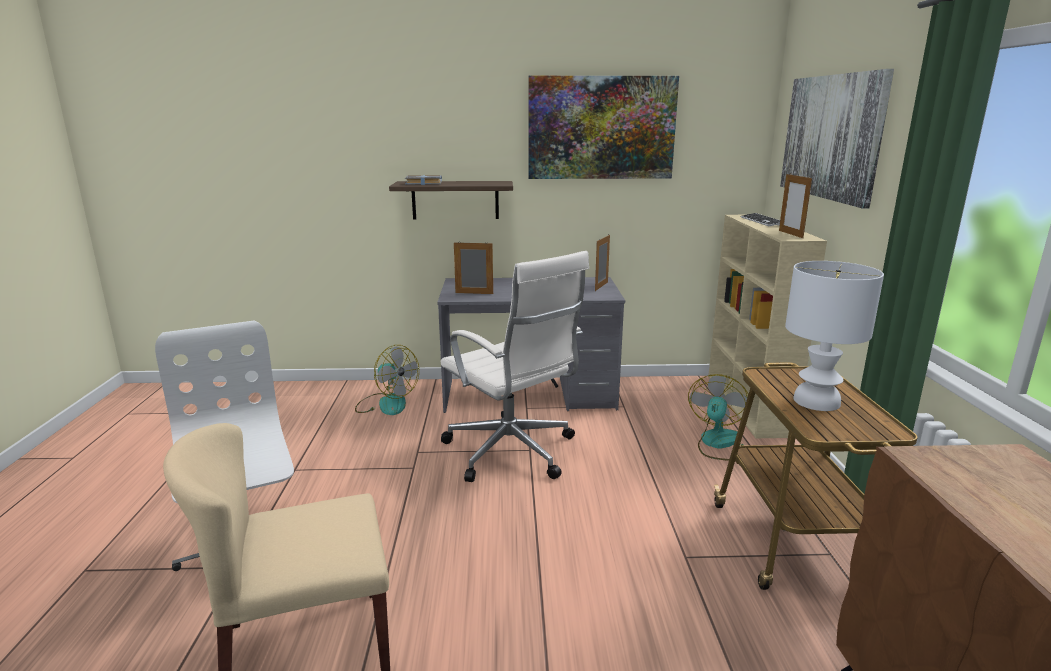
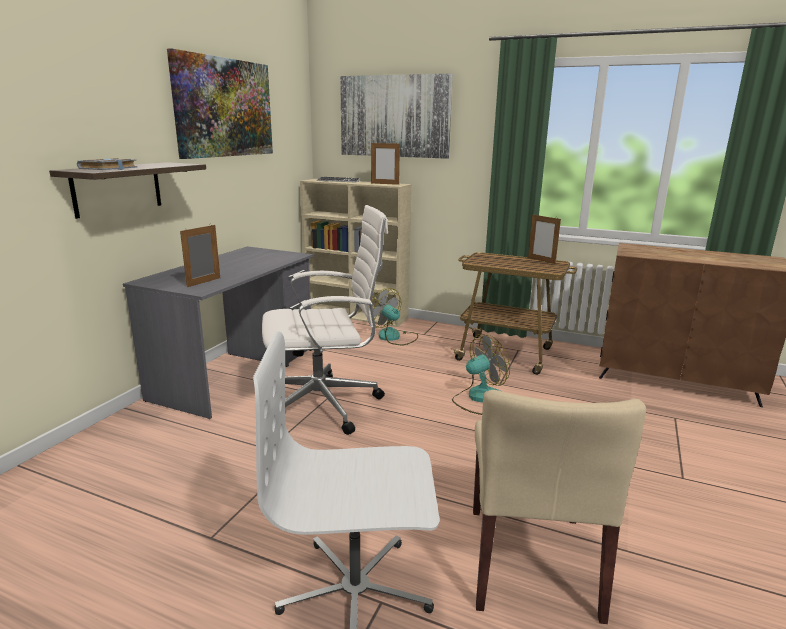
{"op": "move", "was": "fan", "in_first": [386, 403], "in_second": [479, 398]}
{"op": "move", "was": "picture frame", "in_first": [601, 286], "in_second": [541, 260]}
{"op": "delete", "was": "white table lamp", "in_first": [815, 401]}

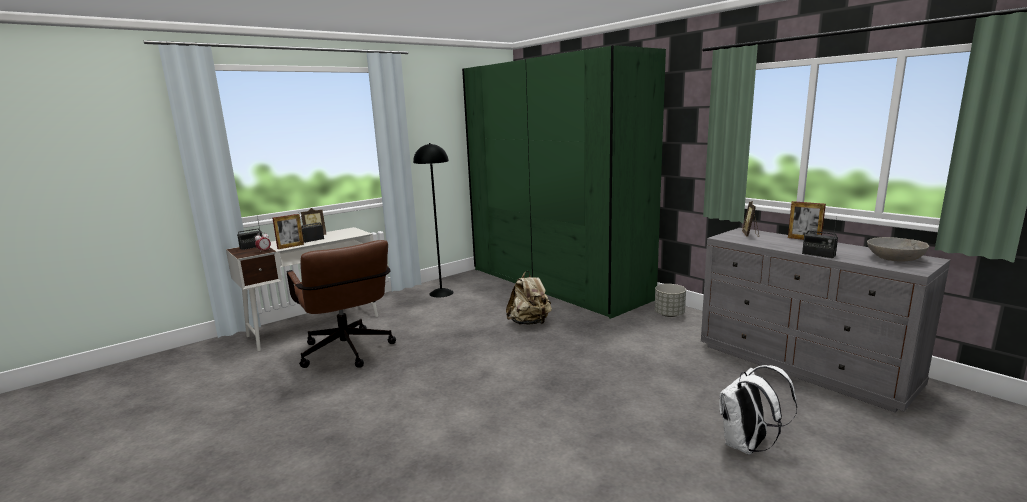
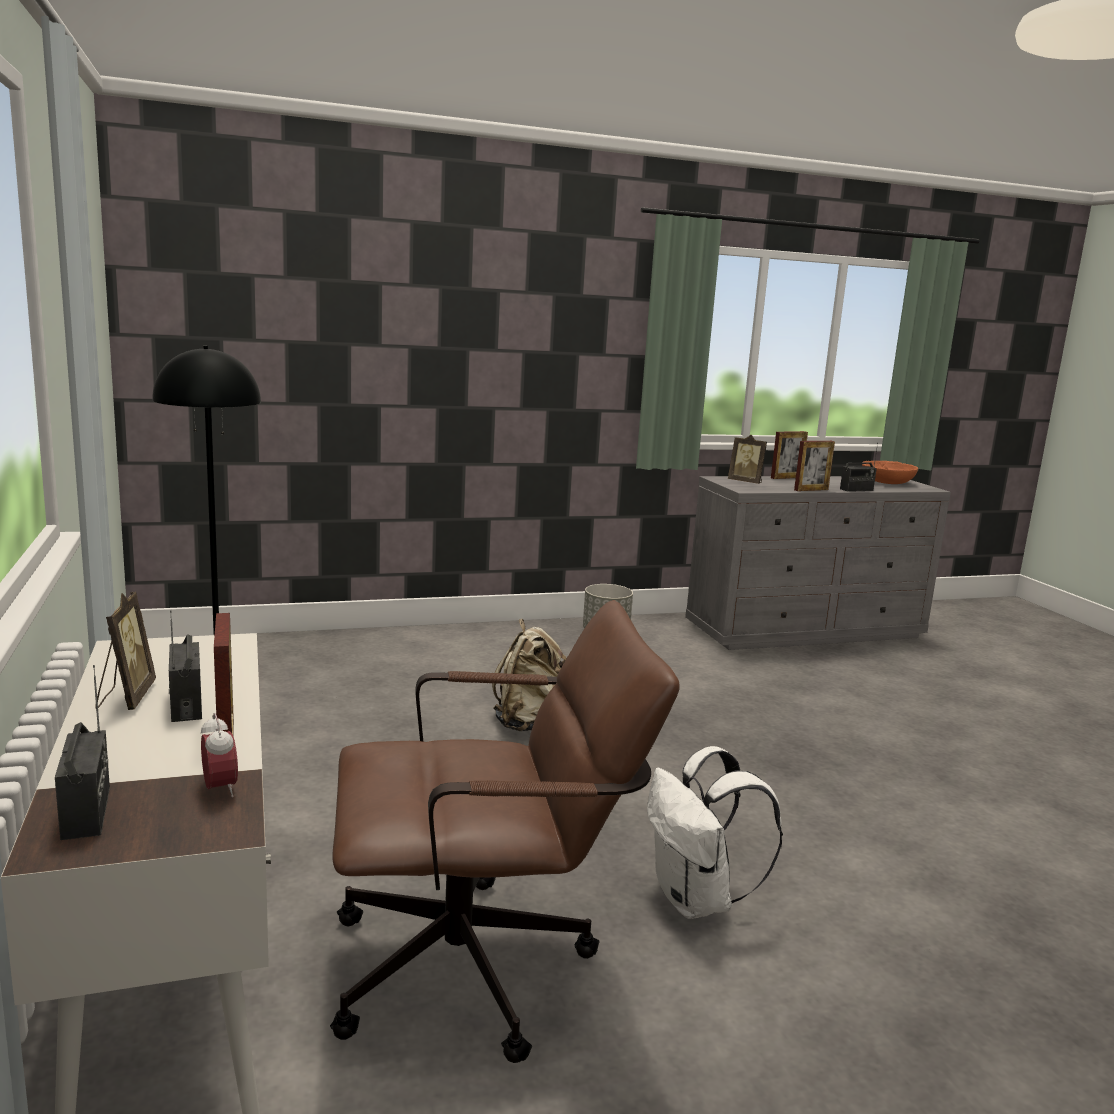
{"op": "move", "was": "white backpack", "in_first": [747, 446], "in_second": [697, 901]}
{"op": "insert", "now": "picture frame", "in_second": [811, 490]}
{"op": "recolor", "was": "grey bowl", "now": "orange bowl", "in_first": [894, 258], "in_second": [887, 482]}
{"op": "delete", "was": "green wardrobe", "in_first": [556, 283]}

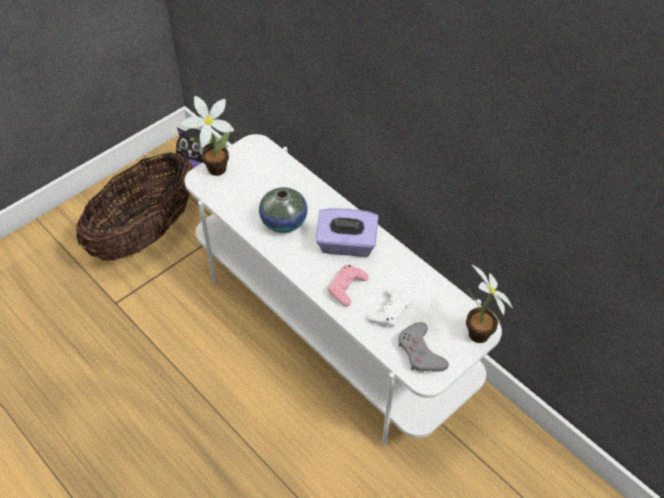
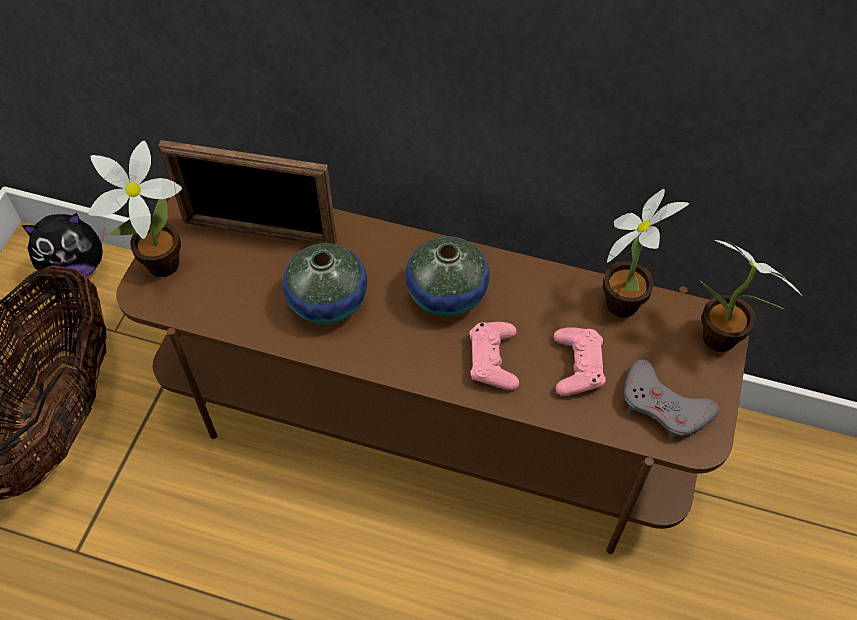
{"op": "recolor", "was": "white tv stand", "now": "brown tv stand", "in_first": [333, 325], "in_second": [430, 417]}
{"op": "insert", "now": "picture frame", "in_second": [259, 232]}
{"op": "replace", "was": "purple tissue box", "now": "vase", "in_first": [346, 245], "in_second": [447, 294]}
{"op": "recolor", "was": "white game controller", "now": "pink game controller", "in_first": [389, 311], "in_second": [577, 366]}
{"op": "insert", "now": "potted plant", "in_second": [625, 300]}

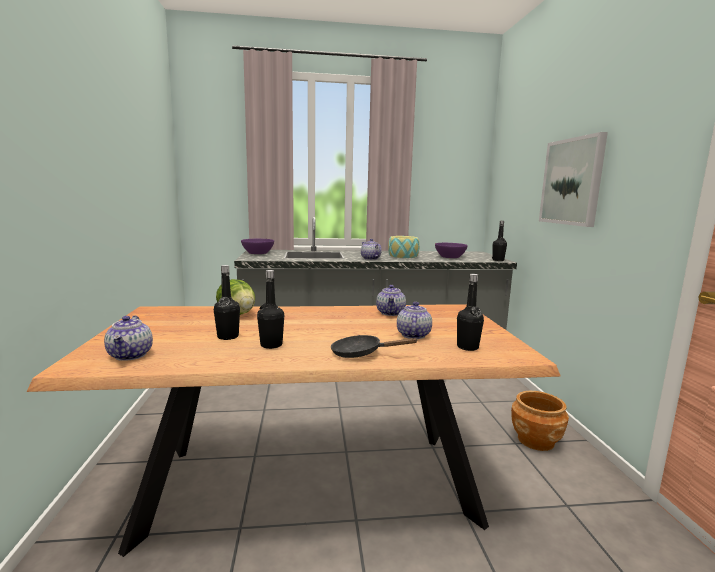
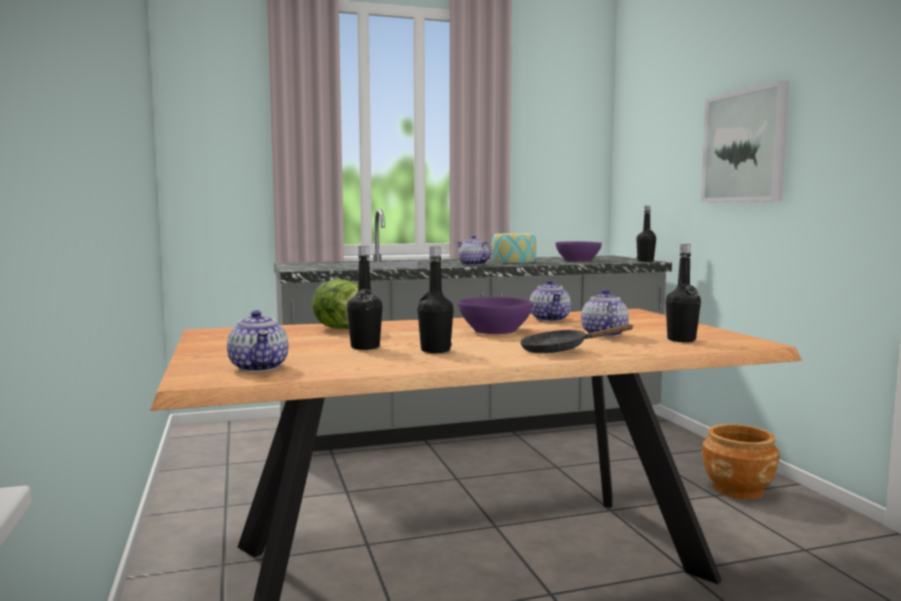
{"op": "move", "was": "purple bowl", "in_first": [258, 253], "in_second": [495, 330]}

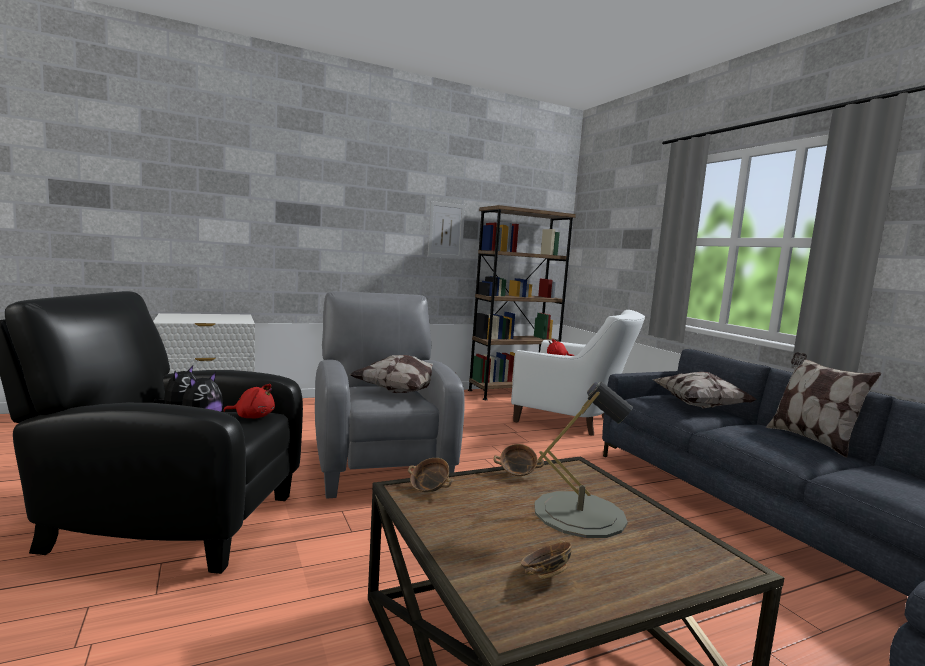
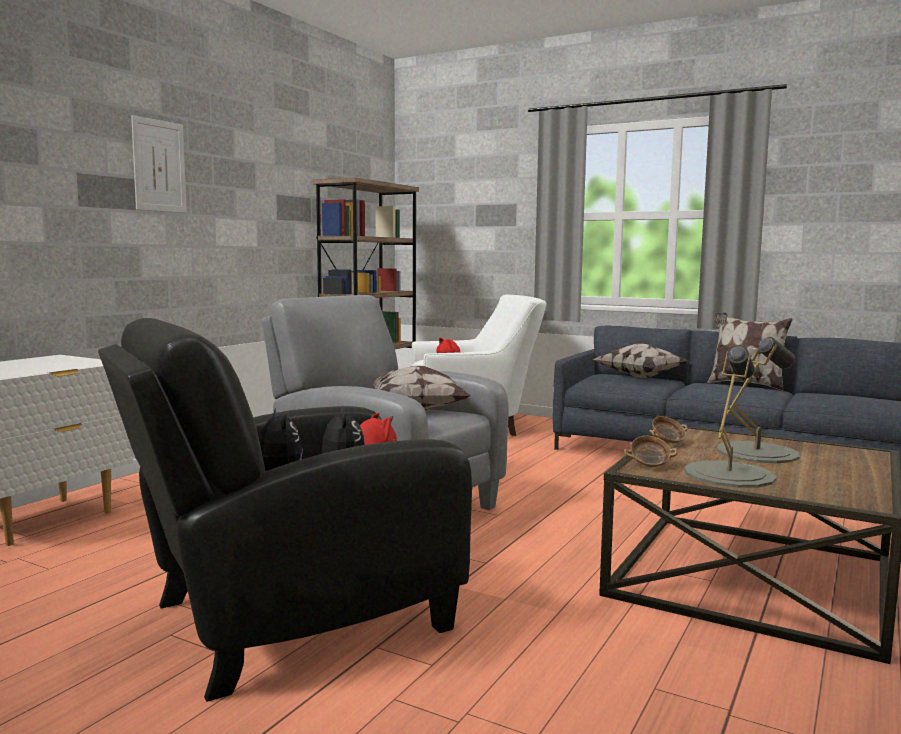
{"op": "move", "was": "picture", "in_first": [446, 230], "in_second": [159, 166]}
{"op": "insert", "now": "grey table lamp", "in_second": [728, 474]}
{"op": "delete", "was": "bowl", "in_first": [544, 575]}

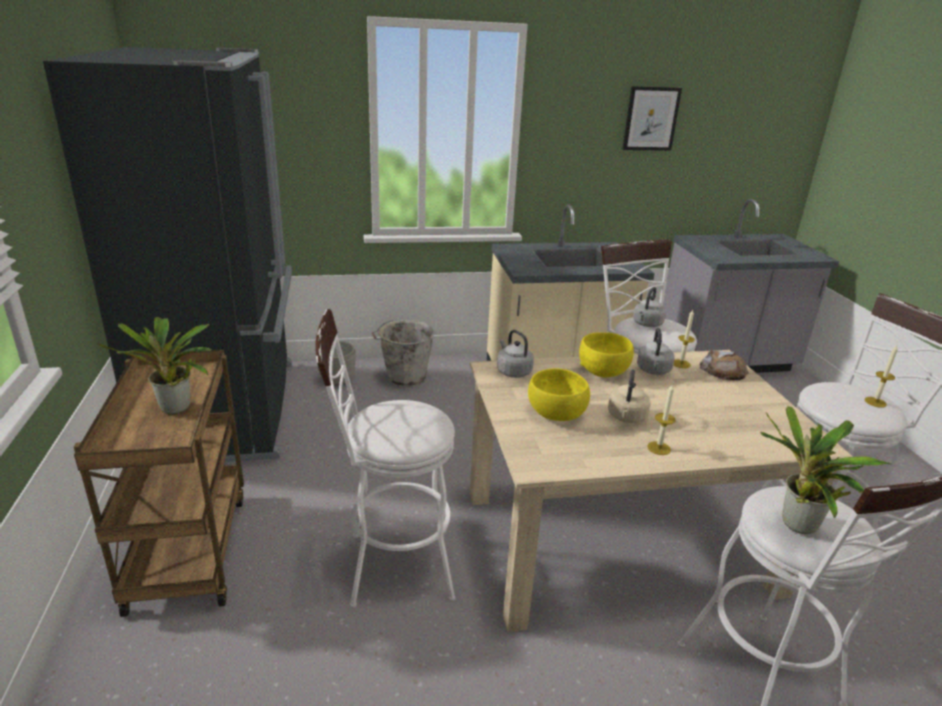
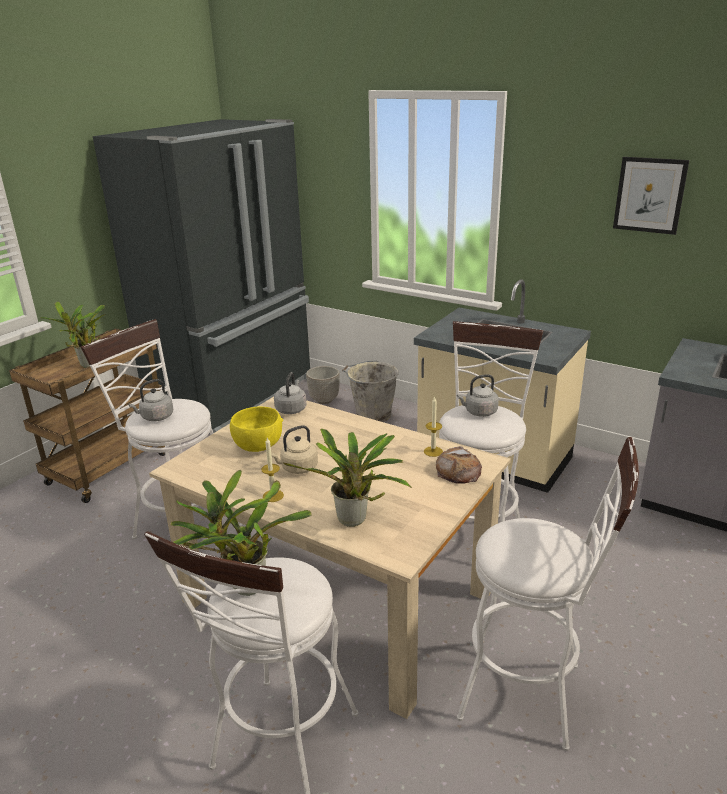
{"op": "move", "was": "grey kettle", "in_first": [653, 371], "in_second": [155, 417]}
{"op": "insert", "now": "potted plant", "in_second": [354, 522]}
{"op": "delete", "was": "yellow bowl", "in_first": [603, 371]}
{"op": "delete", "was": "candle", "in_first": [875, 402]}

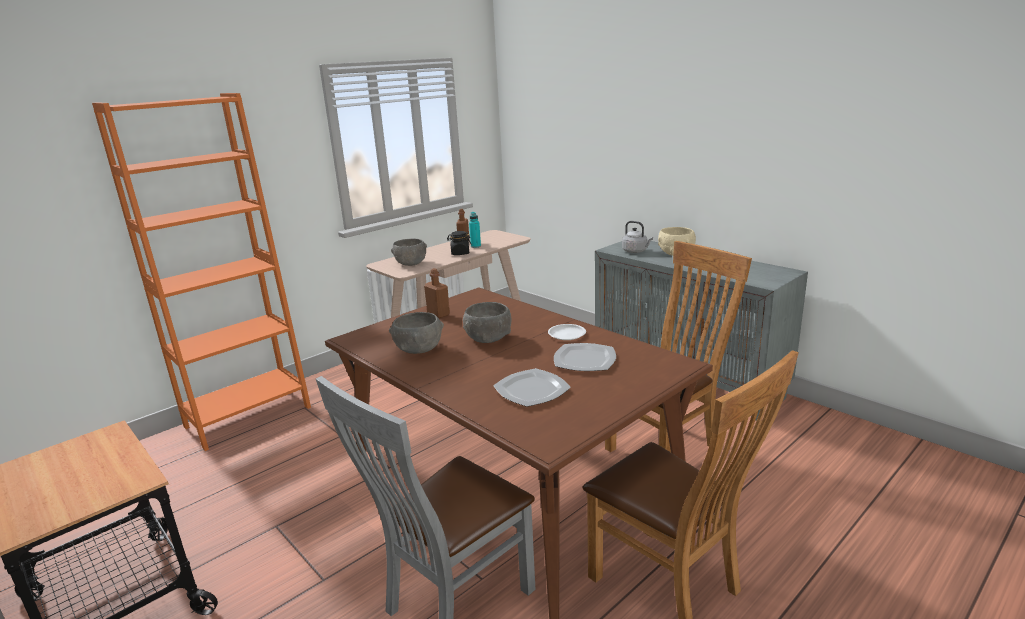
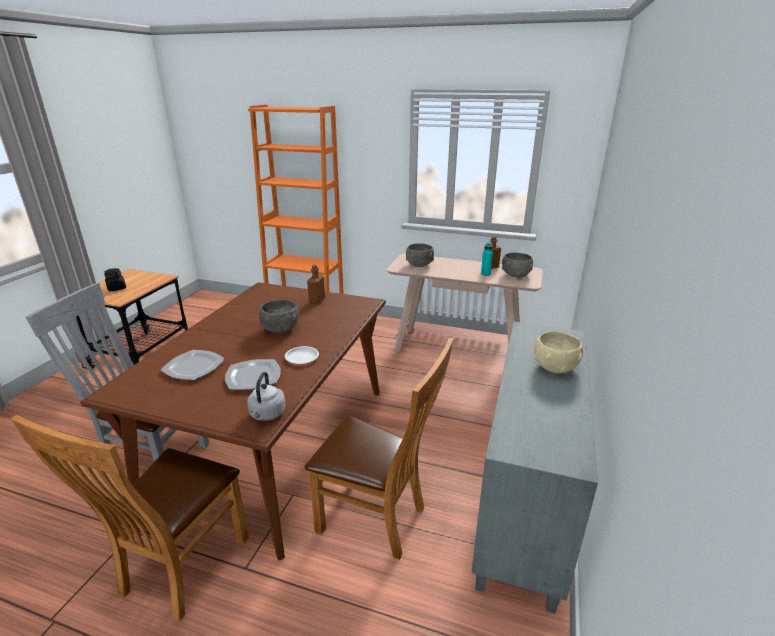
{"op": "move", "was": "black jar", "in_first": [460, 253], "in_second": [116, 288]}
{"op": "move", "was": "grey kettle", "in_first": [636, 251], "in_second": [267, 415]}
{"op": "move", "was": "grey bowl", "in_first": [418, 349], "in_second": [515, 274]}

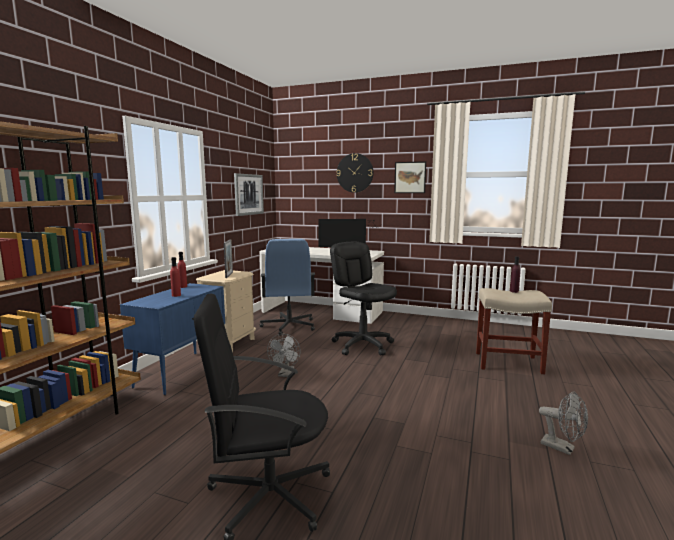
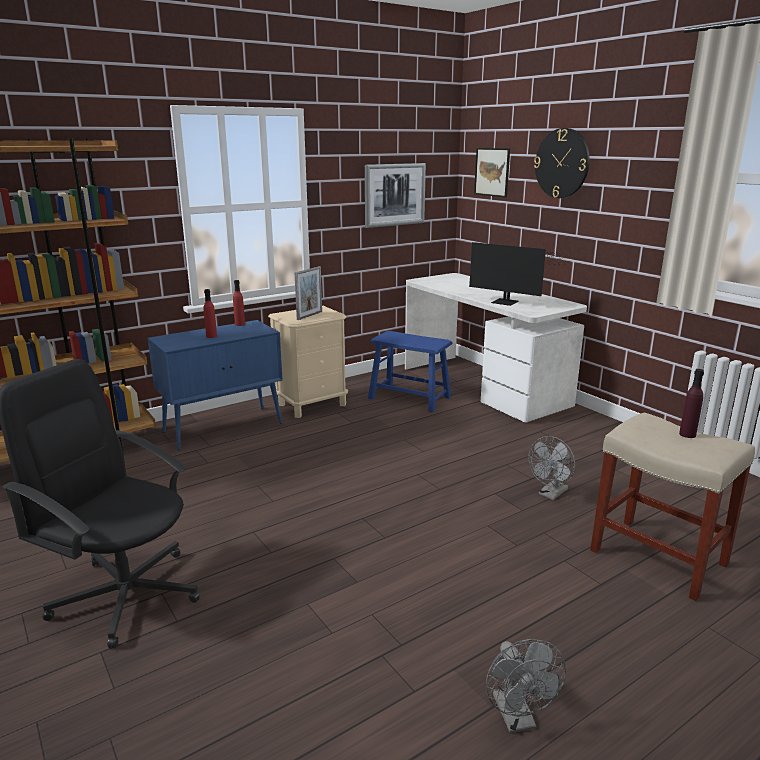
{"op": "replace", "was": "blue office chair", "now": "blue stool", "in_first": [289, 326], "in_second": [409, 397]}
{"op": "move", "was": "picture", "in_first": [410, 177], "in_second": [492, 172]}
{"op": "move", "was": "grey fan", "in_first": [285, 374], "in_second": [551, 494]}
{"op": "delete", "was": "black office chair", "in_first": [363, 345]}

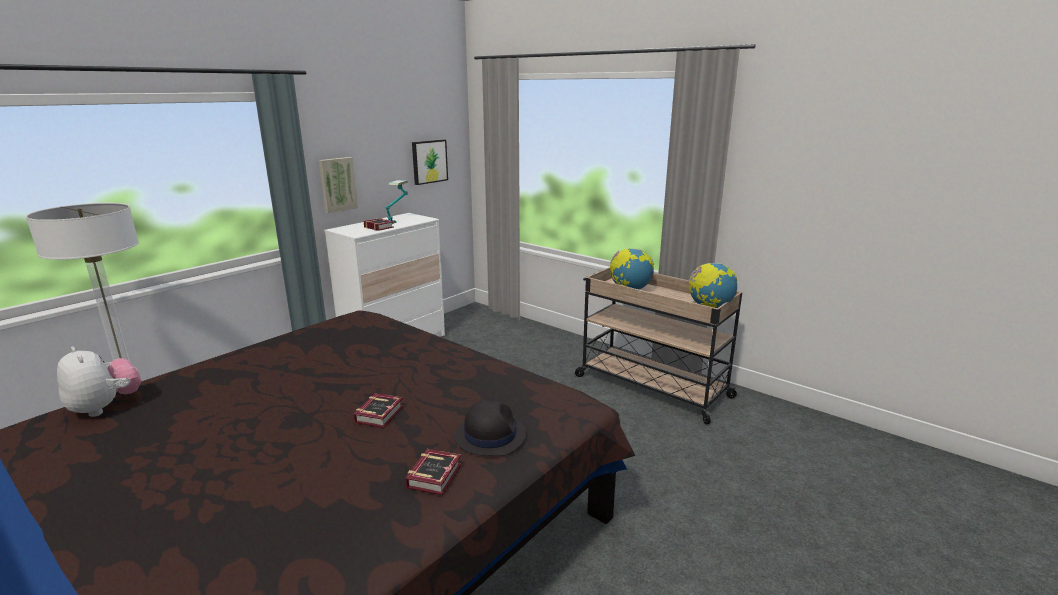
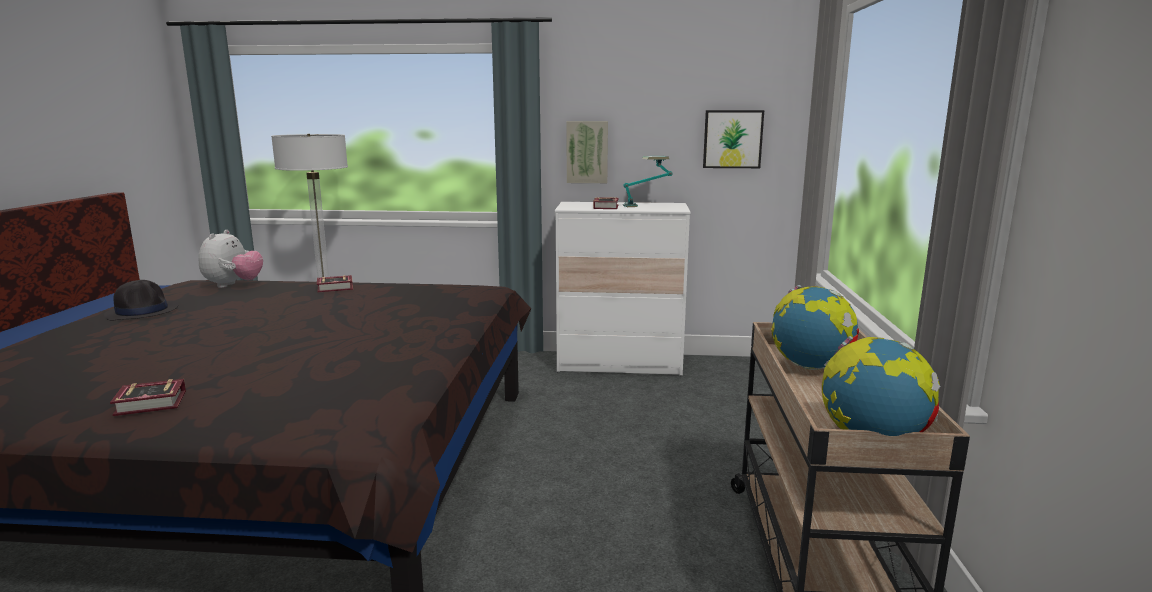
{"op": "move", "was": "black hat", "in_first": [490, 435], "in_second": [143, 311]}
{"op": "move", "was": "book", "in_first": [381, 414], "in_second": [337, 288]}

